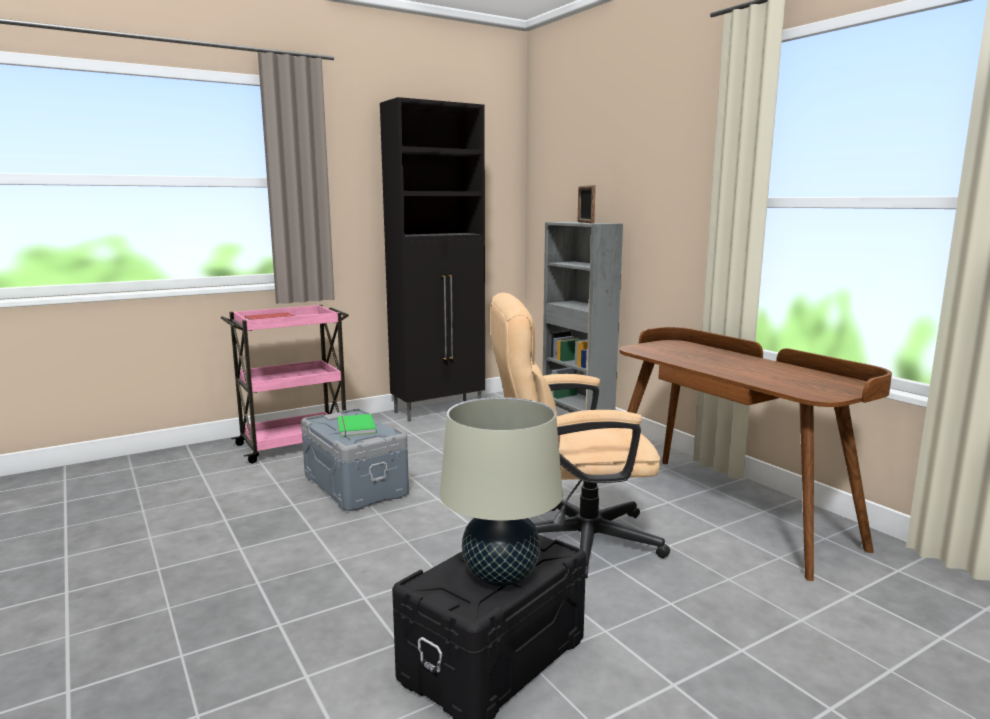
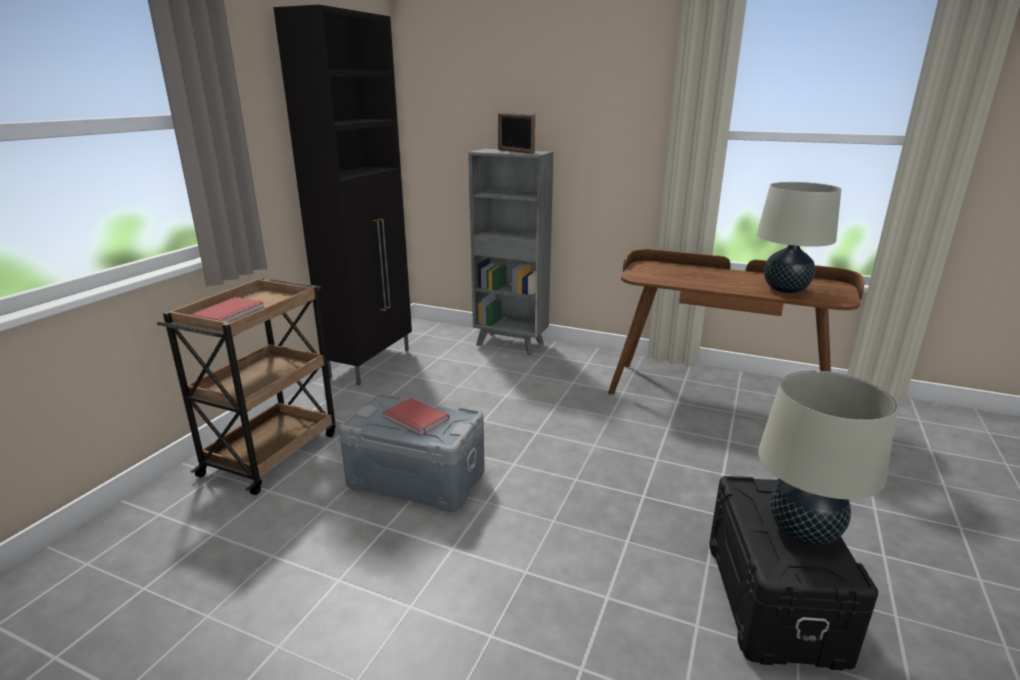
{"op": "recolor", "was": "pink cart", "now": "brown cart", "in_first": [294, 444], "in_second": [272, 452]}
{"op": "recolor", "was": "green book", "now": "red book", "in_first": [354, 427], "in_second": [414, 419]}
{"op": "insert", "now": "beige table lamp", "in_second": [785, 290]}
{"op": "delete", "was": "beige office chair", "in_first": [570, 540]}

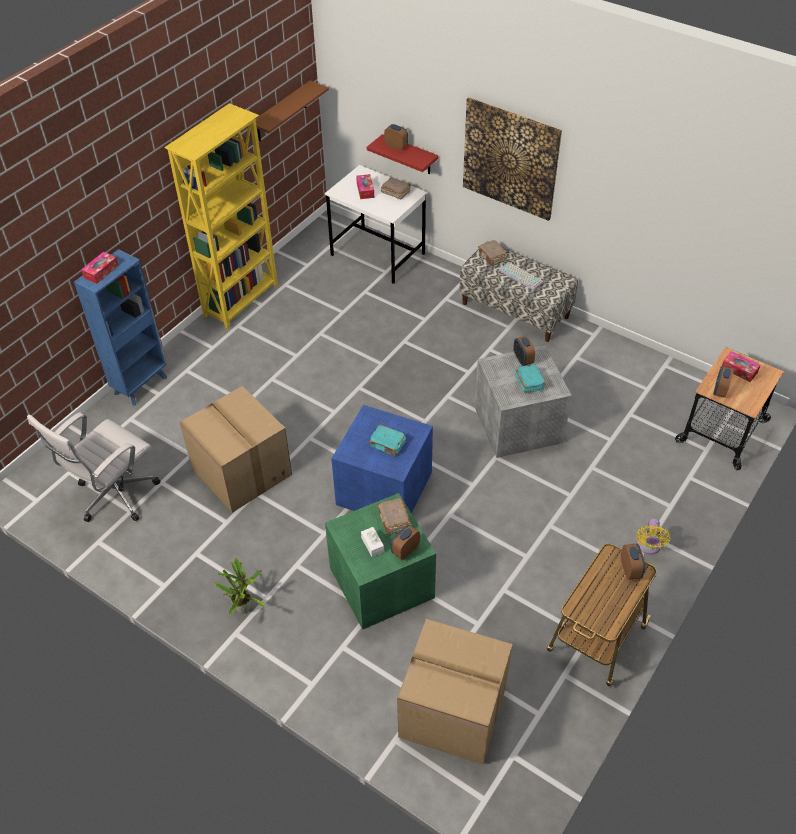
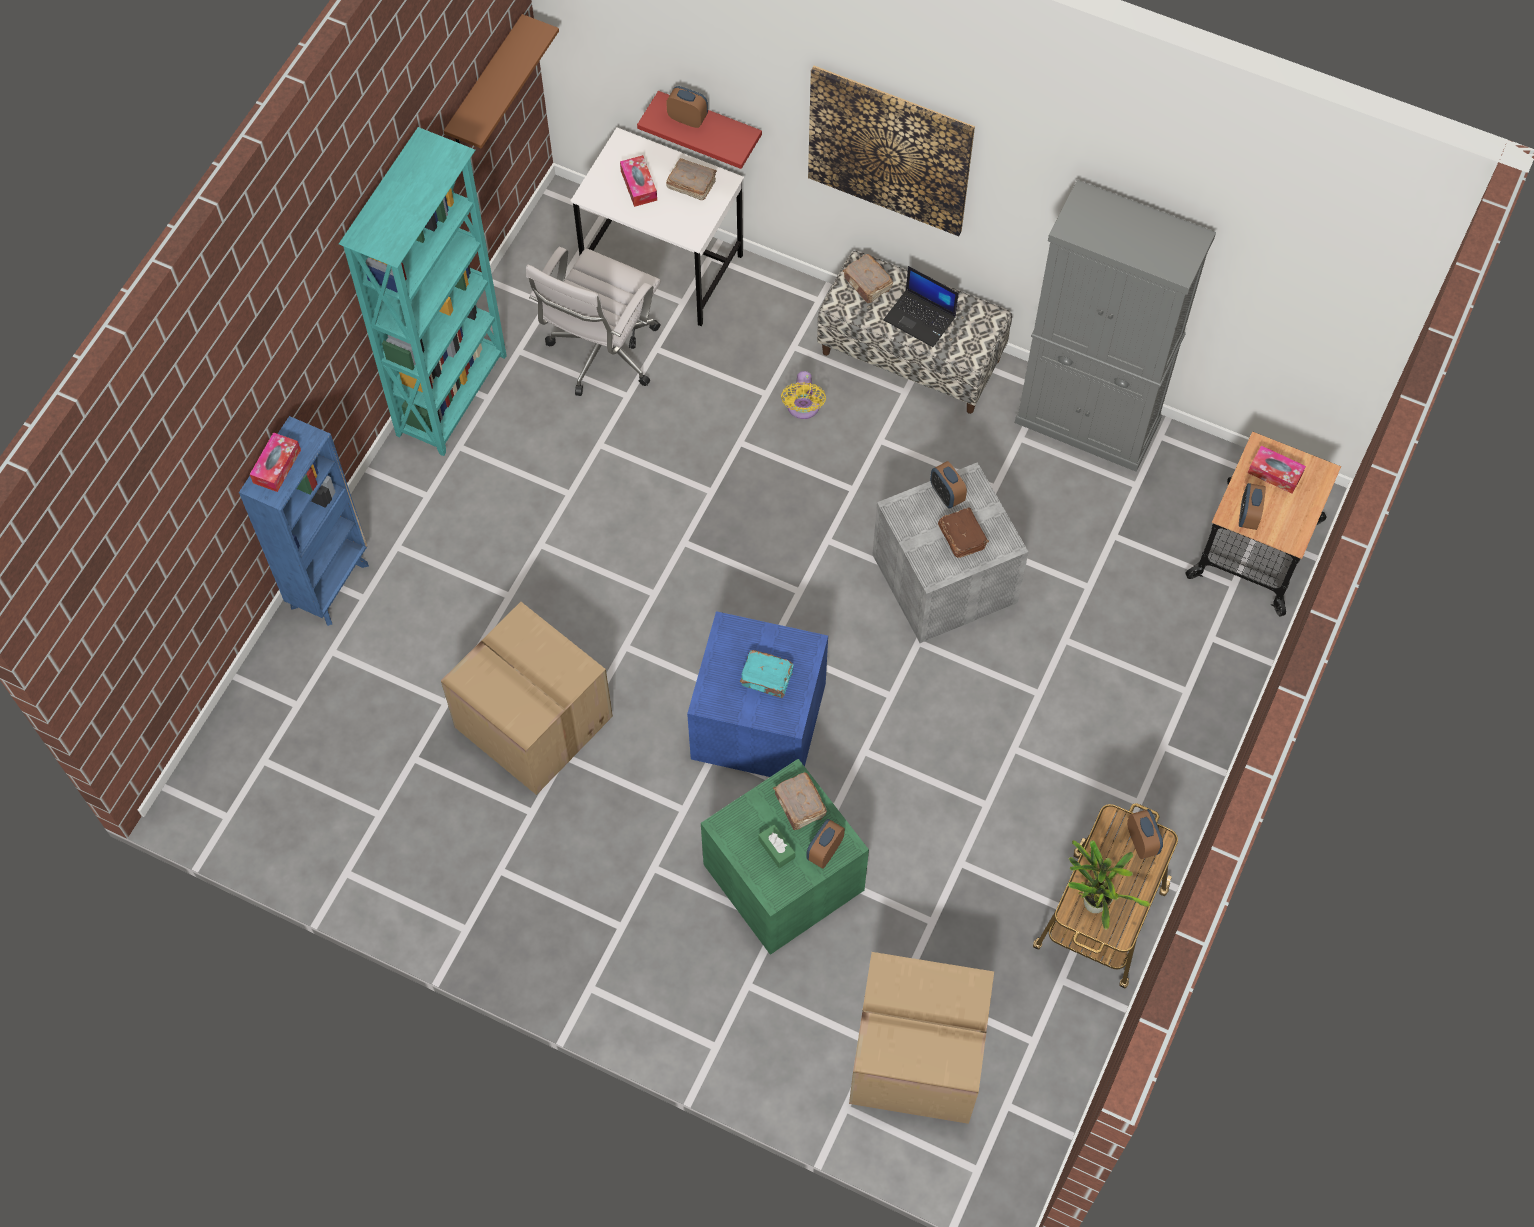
{"op": "recolor", "was": "yellow bookcase", "now": "turquoise bookcase", "in_first": [242, 301], "in_second": [453, 395]}
{"op": "move", "was": "white office chair", "in_first": [114, 496], "in_second": [601, 355]}
{"op": "recolor", "was": "white tissue box", "now": "green tissue box", "in_first": [372, 544], "in_second": [776, 849]}
{"op": "move", "was": "yellow fan", "in_first": [648, 546], "in_second": [803, 408]}
{"op": "replace", "was": "keyboard", "now": "laptop", "in_first": [521, 276], "in_second": [921, 318]}
{"op": "recolor", "was": "turquoise book", "now": "brown book", "in_first": [529, 382], "in_second": [962, 536]}
{"op": "insert", "now": "grey cabinet", "in_second": [1087, 422]}
{"op": "move", "was": "potted plant", "in_first": [243, 606], "in_second": [1094, 900]}

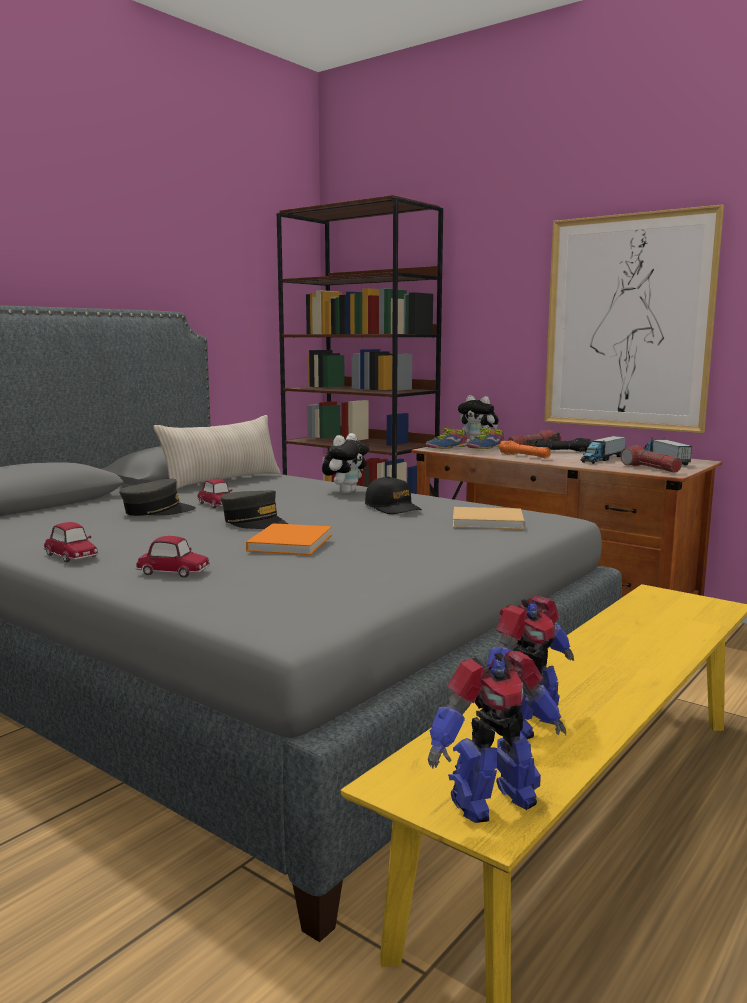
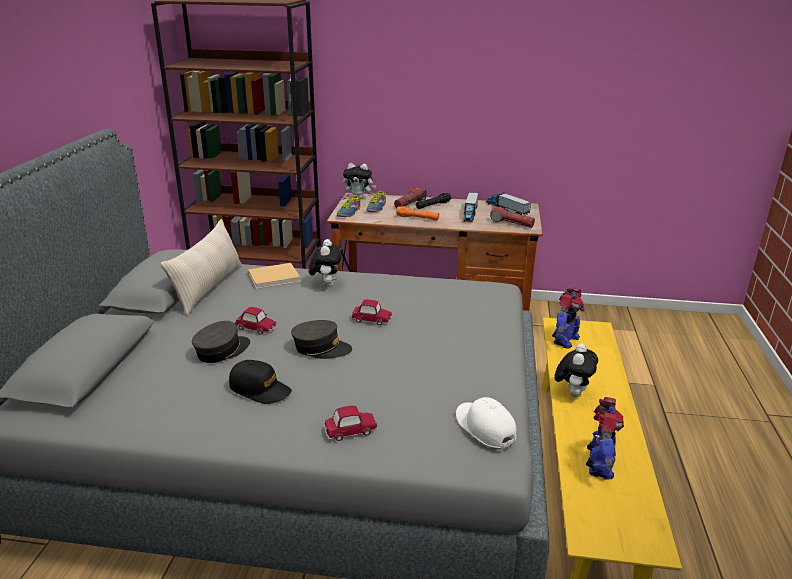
{"op": "move", "was": "black cap", "in_first": [393, 508], "in_second": [260, 389]}
{"op": "move", "was": "beige book", "in_first": [490, 521], "in_second": [275, 277]}
{"op": "move", "was": "toy car", "in_first": [72, 556], "in_second": [371, 319]}
{"op": "insert", "now": "white cap", "in_second": [484, 427]}
{"op": "move", "was": "toy robot", "in_first": [491, 801], "in_second": [565, 340]}
{"op": "insert", "now": "plush toy", "in_second": [572, 393]}
{"op": "delete", "was": "orange book", "in_first": [291, 542]}
{"op": "delete", "was": "picture", "in_first": [627, 323]}

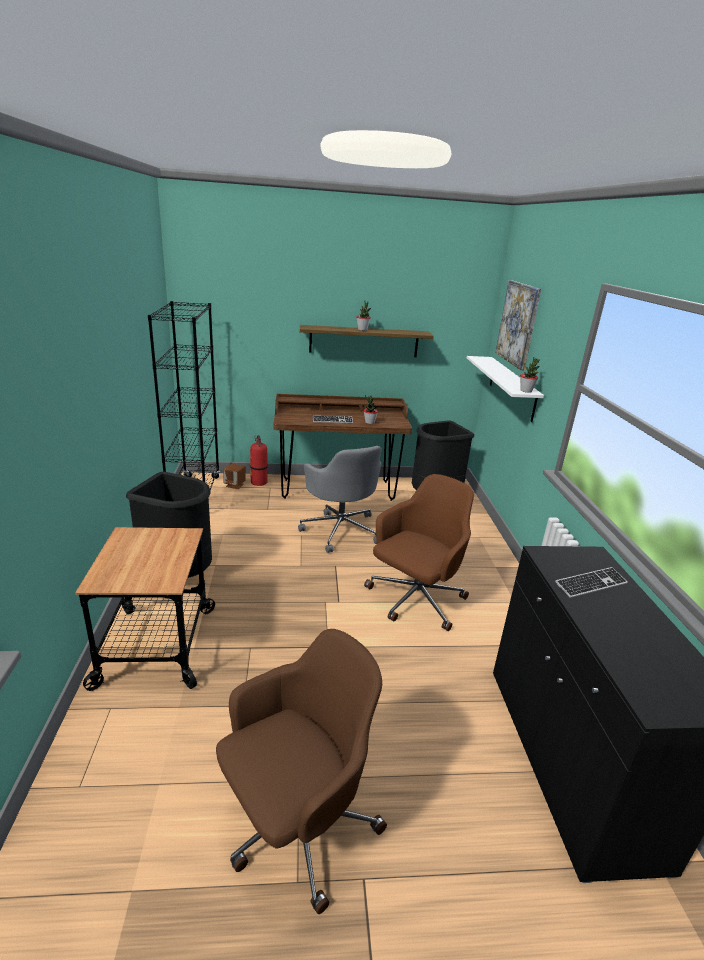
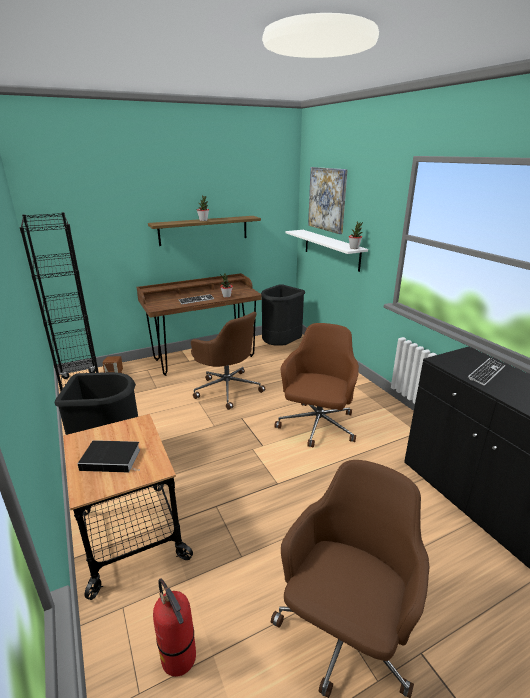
{"op": "insert", "now": "book", "in_second": [113, 459]}
{"op": "move", "was": "fire extinguisher", "in_first": [259, 482], "in_second": [179, 658]}
{"op": "recolor", "was": "grey office chair", "now": "brown office chair", "in_first": [340, 529], "in_second": [227, 388]}

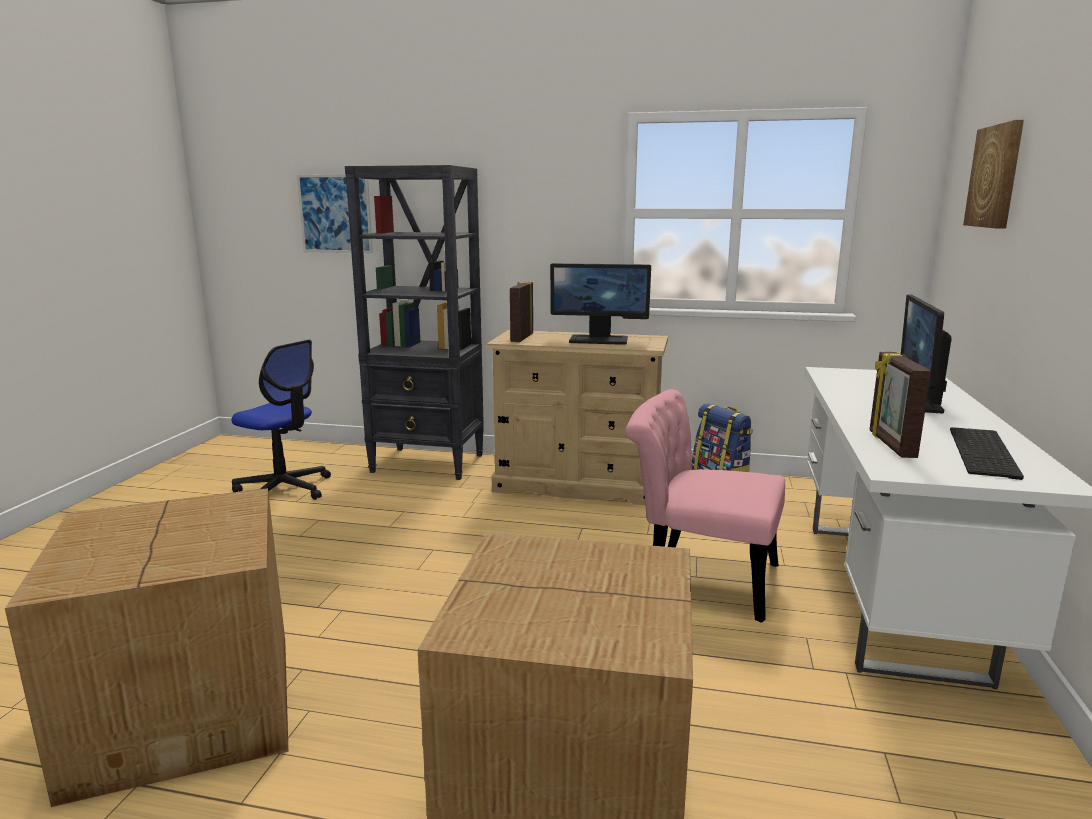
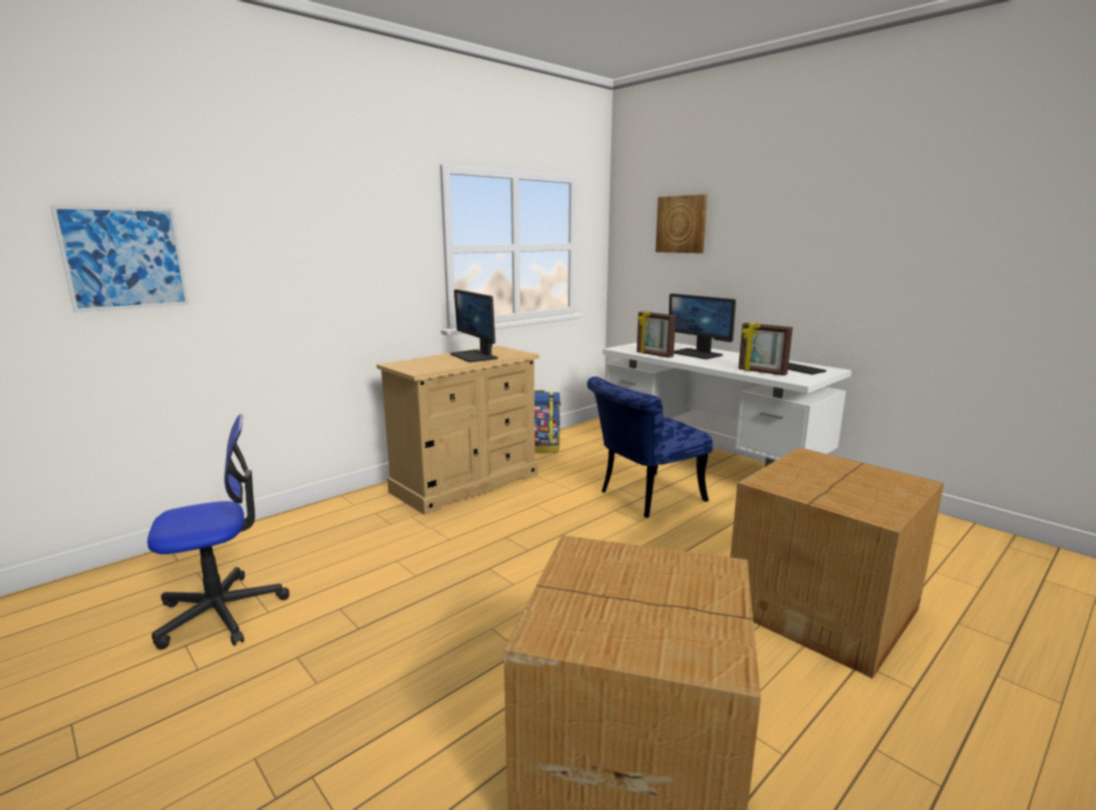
{"op": "rotate", "was": "monitor", "in_first": [599, 340], "in_second": [475, 356], "clockwise": 105}
{"op": "recolor", "was": "pink chair", "now": "blue chair", "in_first": [698, 578], "in_second": [644, 497]}
{"op": "move", "was": "picture frame", "in_first": [521, 338], "in_second": [654, 355]}
{"op": "delete", "was": "black bookcase", "in_first": [429, 463]}

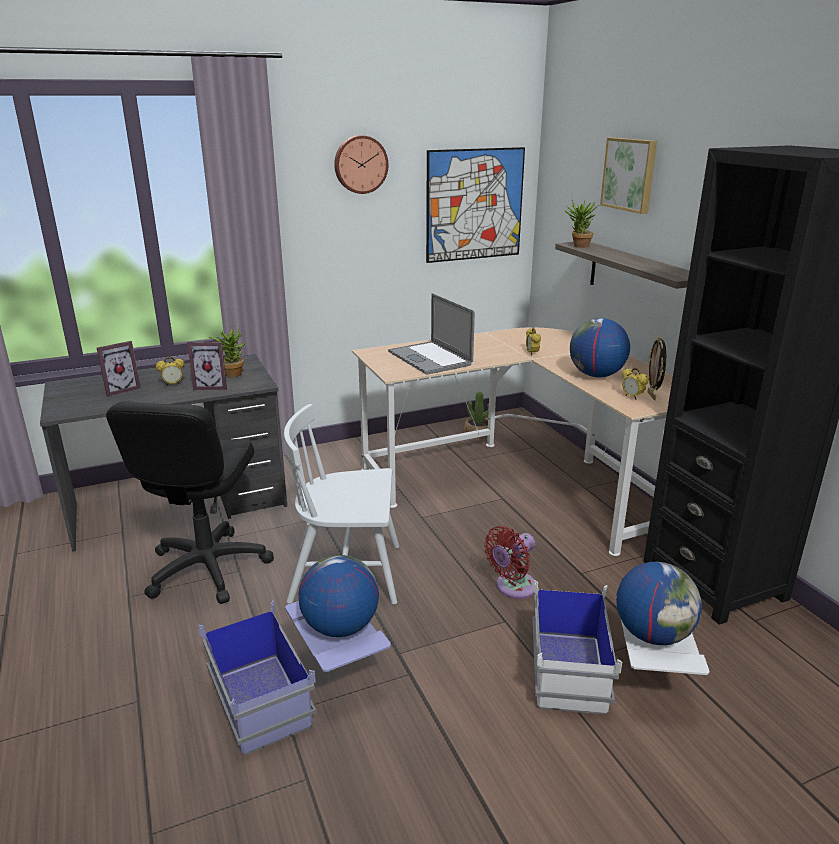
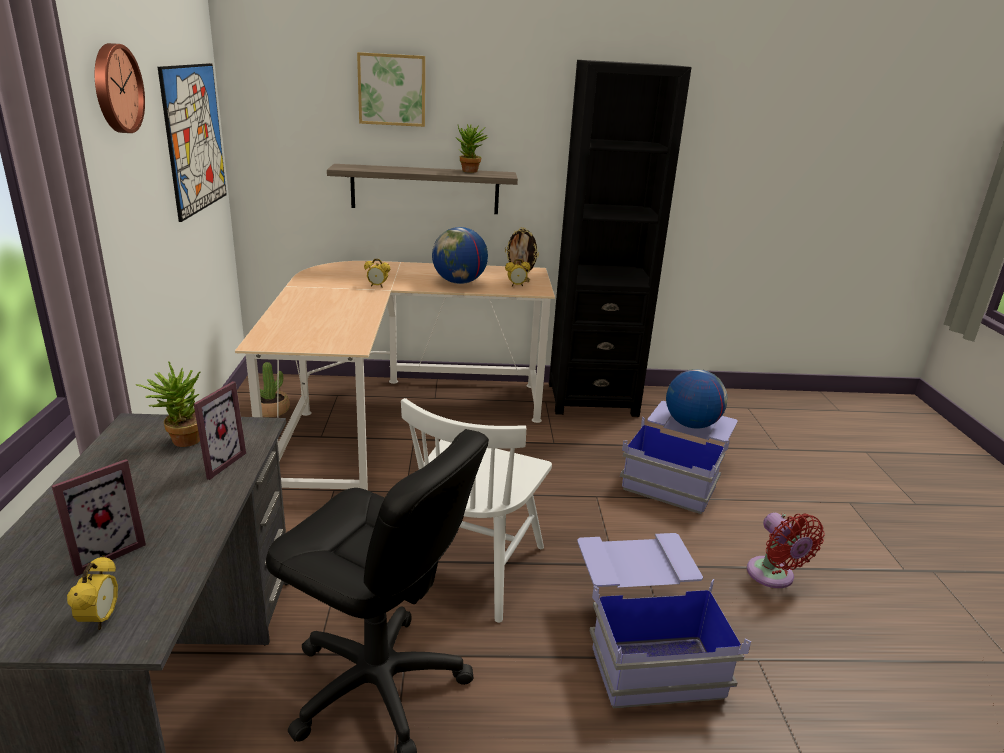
{"op": "rotate", "was": "picture frame", "in_first": [120, 389], "in_second": [103, 551], "clockwise": 60}
{"op": "move", "was": "alarm clock", "in_first": [173, 384], "in_second": [100, 619]}
{"op": "move", "was": "potted plant", "in_first": [578, 246], "in_second": [470, 172]}
{"op": "recolor", "was": "white storage box", "now": "blue storage box", "in_first": [608, 677], "in_second": [677, 475]}
{"op": "move", "was": "red fan", "in_first": [513, 588], "in_second": [773, 576]}
{"op": "delete", "was": "globe", "in_first": [340, 627]}
{"op": "delete", "was": "laptop", "in_first": [429, 358]}

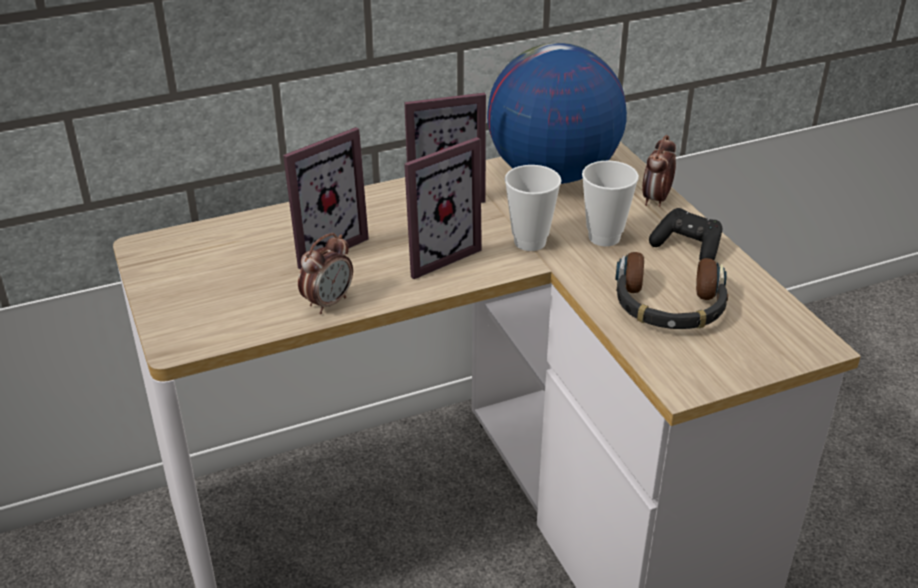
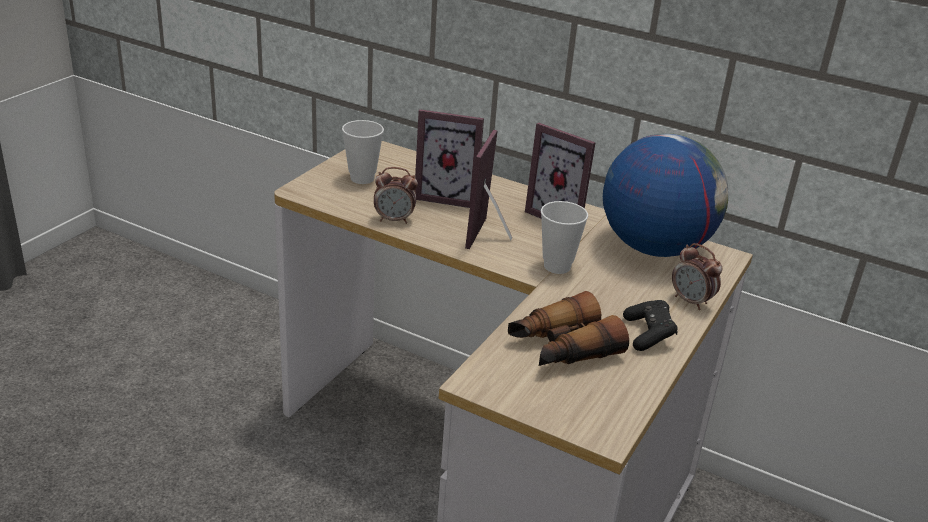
{"op": "move", "was": "cup", "in_first": [604, 237], "in_second": [362, 178]}
{"op": "rotate", "was": "picture frame", "in_first": [434, 253], "in_second": [492, 236], "clockwise": 90}
{"op": "replace", "was": "headphones", "now": "binoculars", "in_first": [668, 305], "in_second": [562, 348]}
{"op": "rotate", "was": "alarm clock", "in_first": [656, 199], "in_second": [691, 301], "clockwise": -120}

